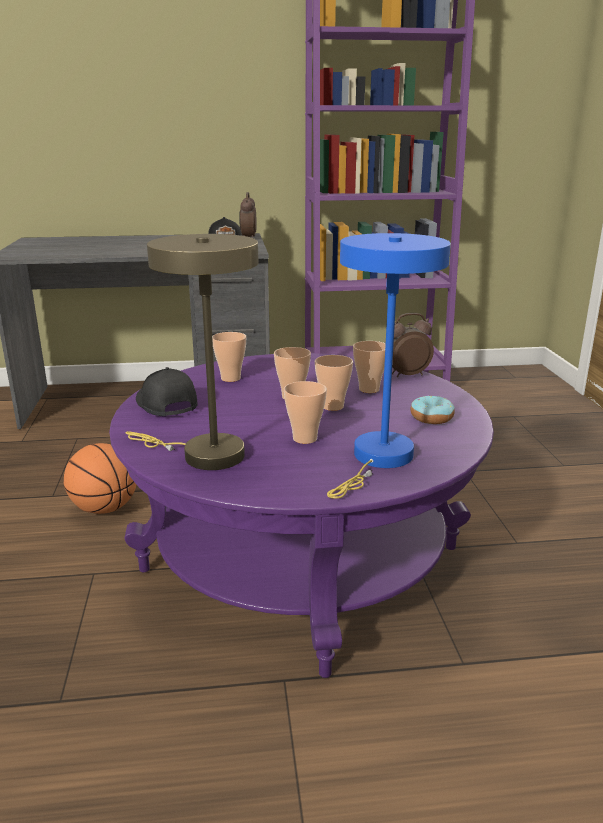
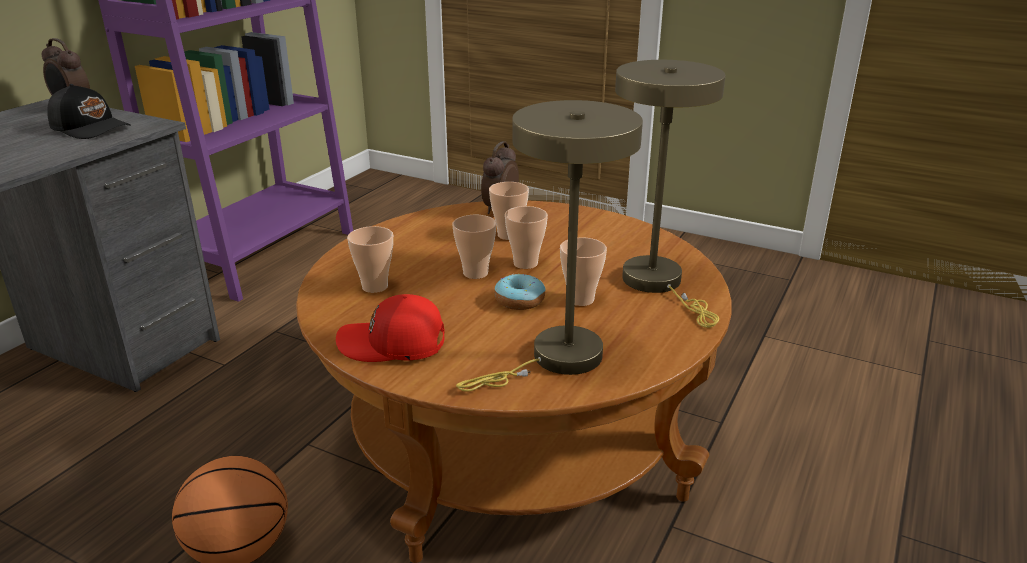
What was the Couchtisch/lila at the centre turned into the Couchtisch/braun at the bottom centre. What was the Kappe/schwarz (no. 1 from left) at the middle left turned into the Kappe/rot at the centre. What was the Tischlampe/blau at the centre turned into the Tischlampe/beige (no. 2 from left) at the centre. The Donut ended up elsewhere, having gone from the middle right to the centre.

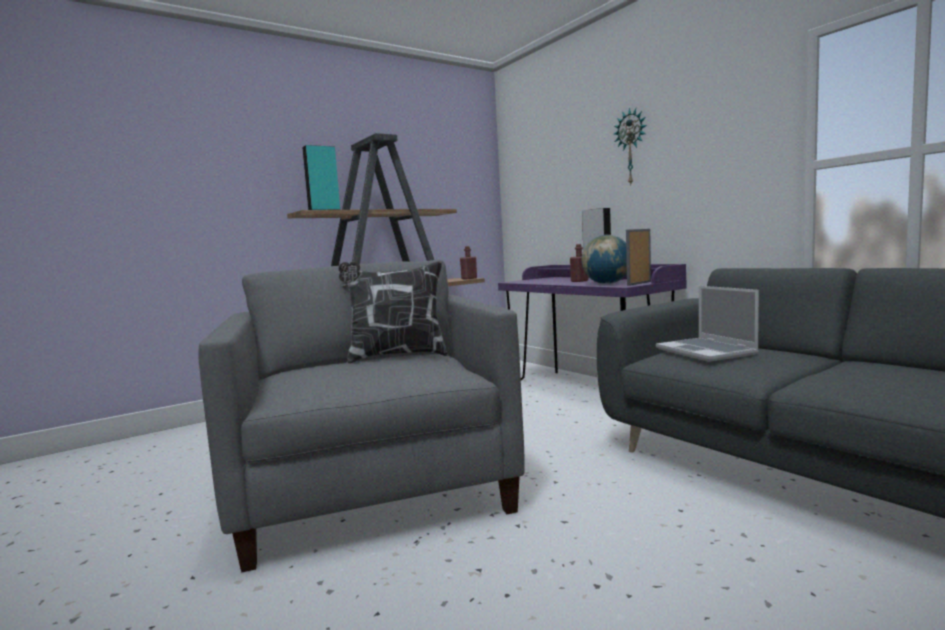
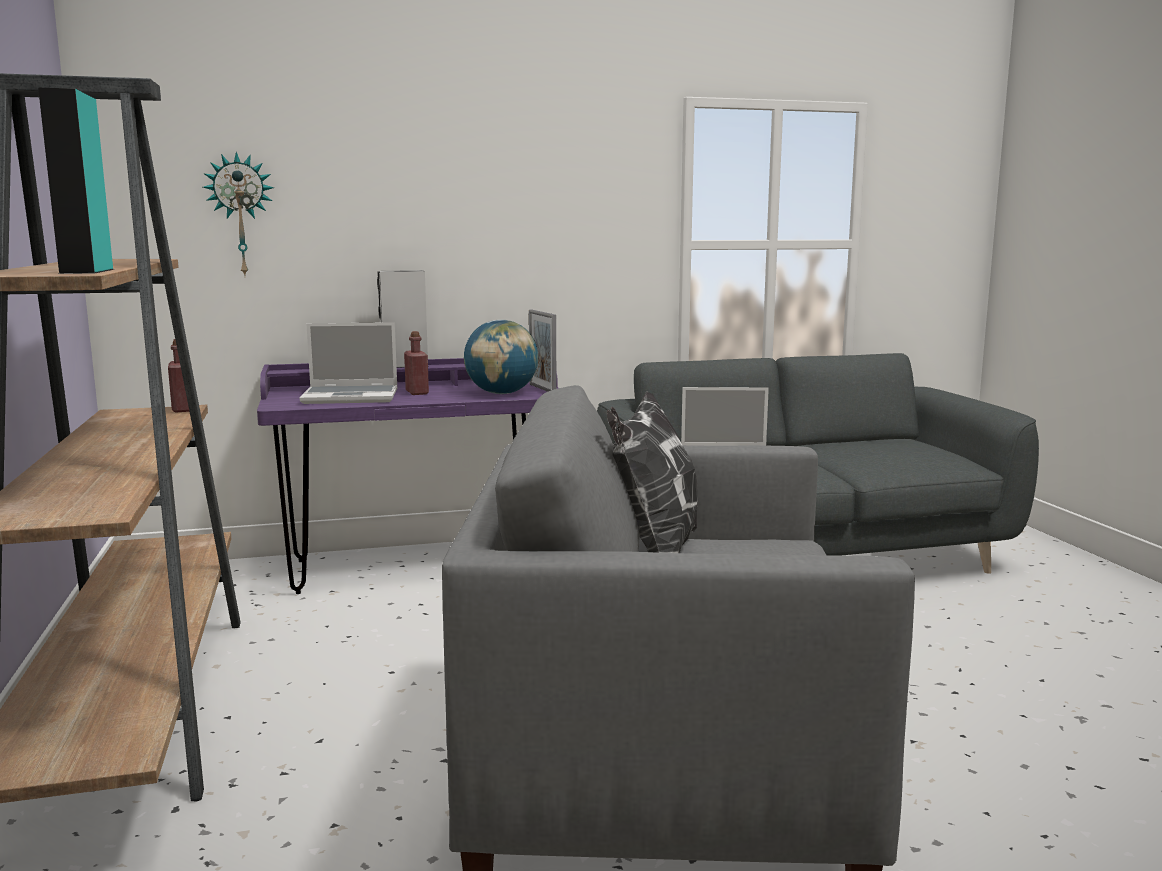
The Wanduhr ended up elsewhere, having gone from the top right to the top left. The second view gained the Laptop (no. 1 from left) at the middle left.

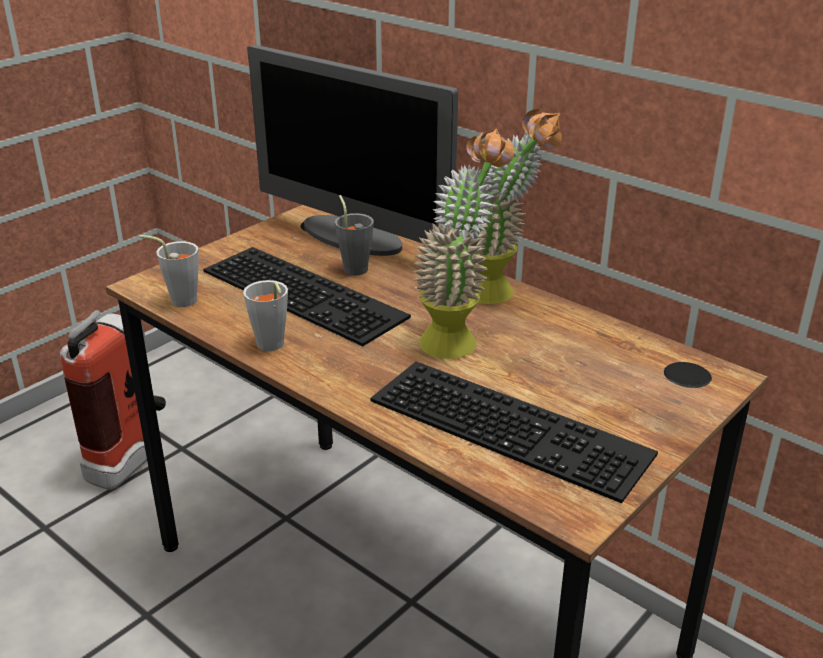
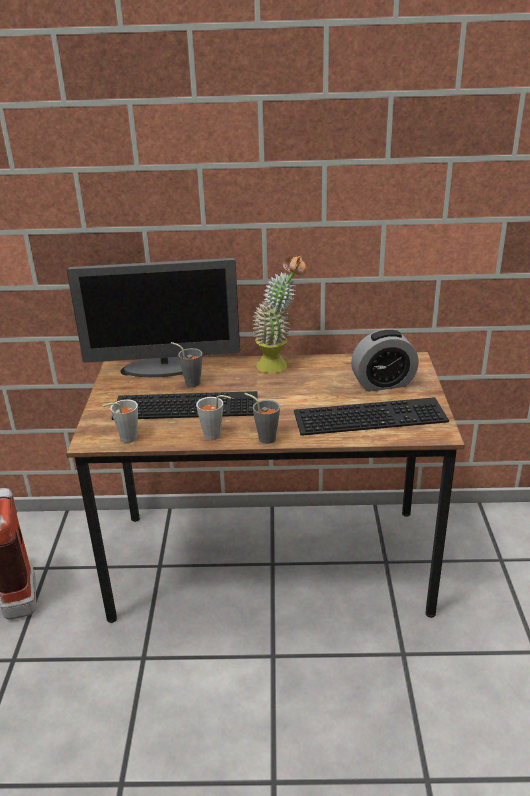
The second view lost the Topfpflanze (no. 1 from left) at the centre. The second view gained the Tasse/grau (no. 4 from left) at the centre. The second view gained the Wecker at the middle right.

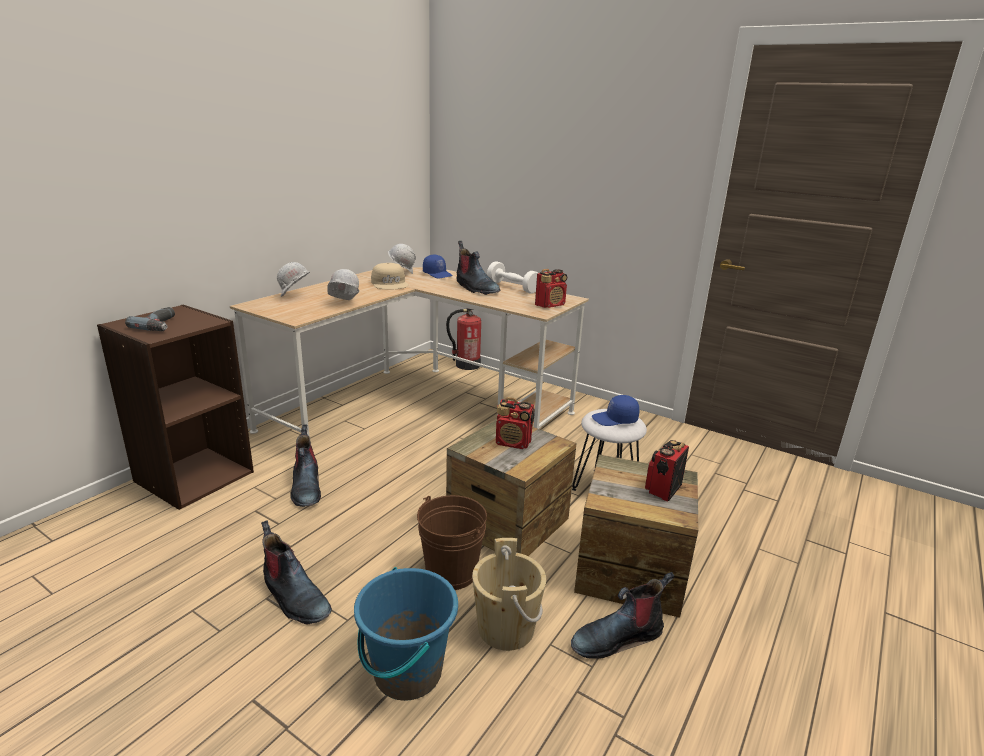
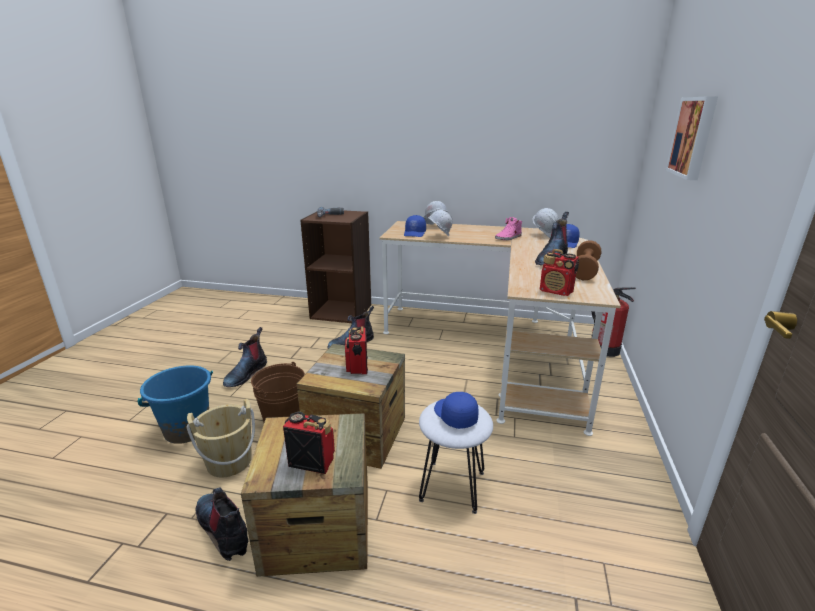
Where the Kappe/beige stood at the centre, the Schuh/rosa came to stand at the centre. What was the Hantel/weiß at the centre turned into the Hantel/braun at the middle right. The second view gained the Kappe/blau (no. 1 from left) at the centre. The second view gained the Bild at the top right.

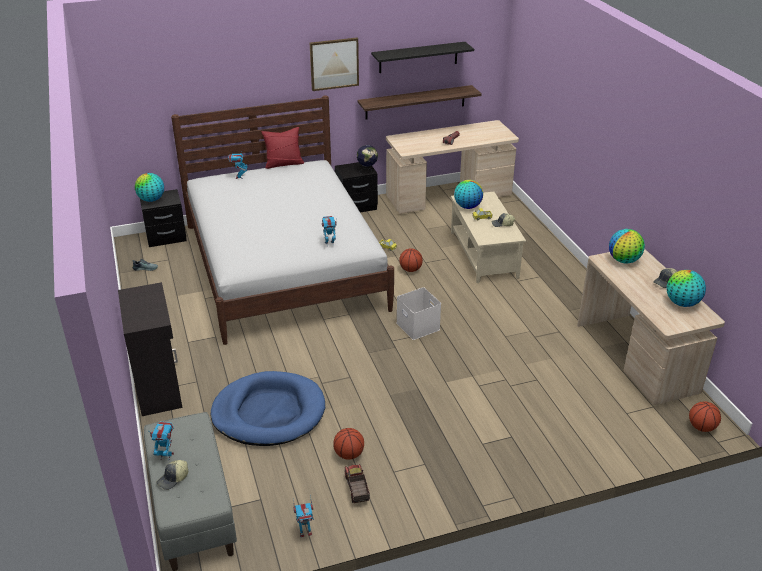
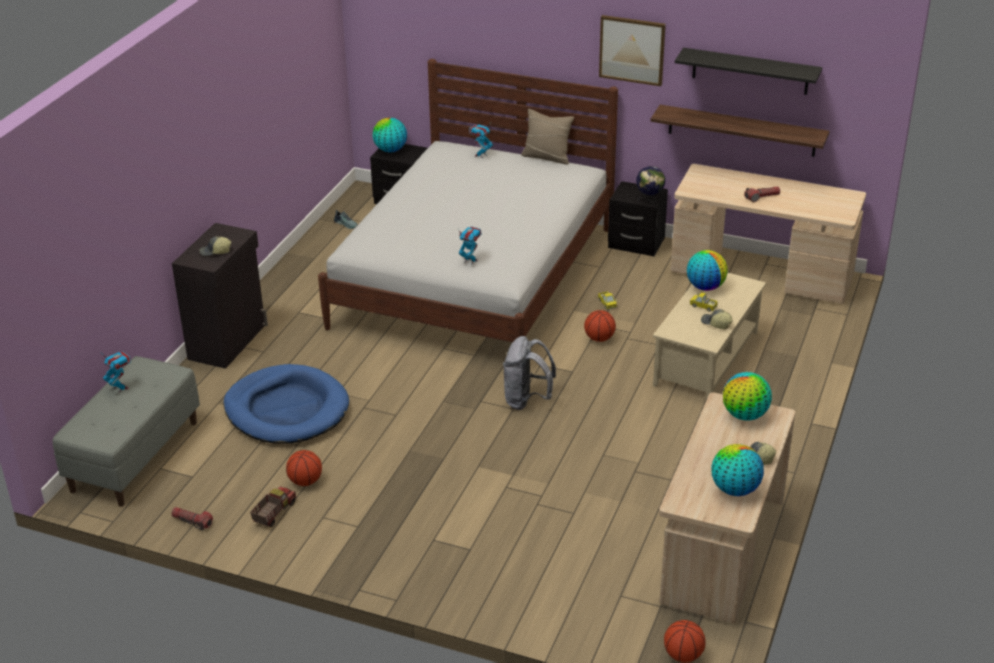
The Kappe (no. 1 from left) ended up elsewhere, having gone from the bottom left to the middle left. What was the Kissen/rot at the top centre turned into the Kissen/beige at the top centre. Where the Spielzeugroboter (no. 3 from left) stood at the bottom centre, the Taschenlampe (no. 1 from left) came to stand at the bottom left. Where the Aufbewahrungsbox/weiß stood at the centre, the Rucksack/grau came to stand at the centre.

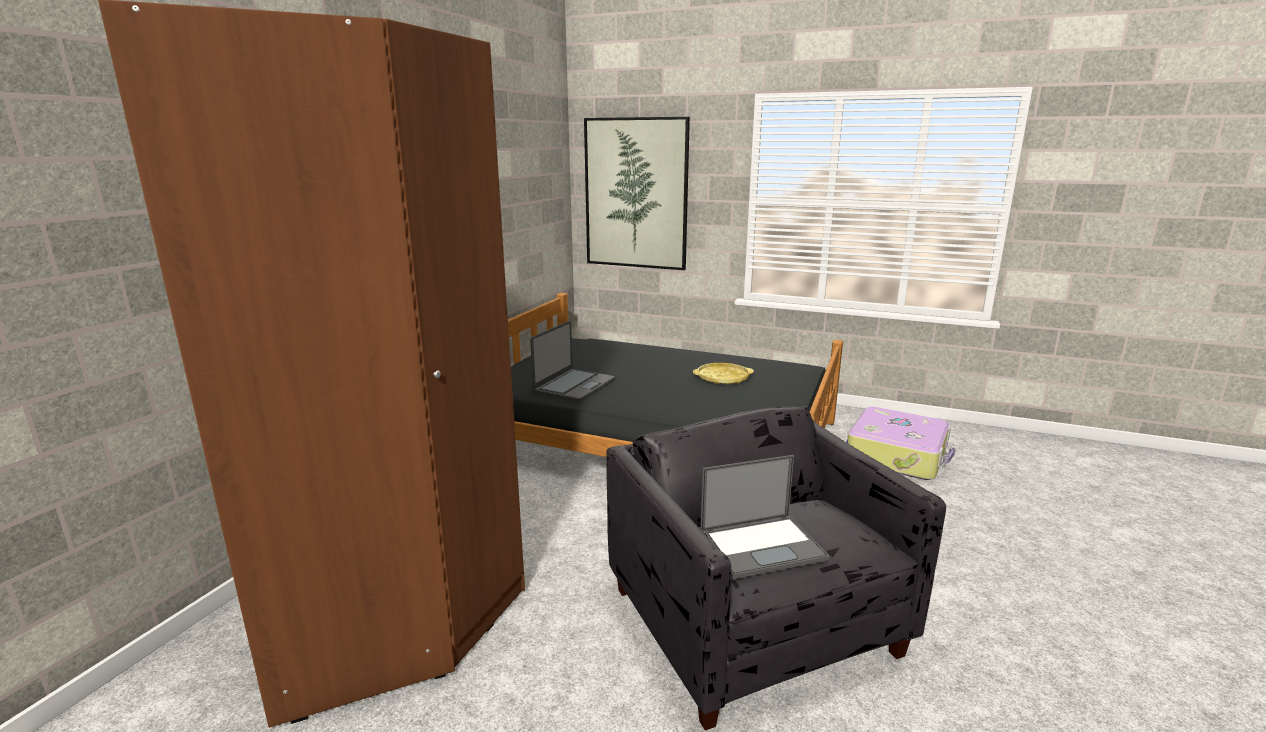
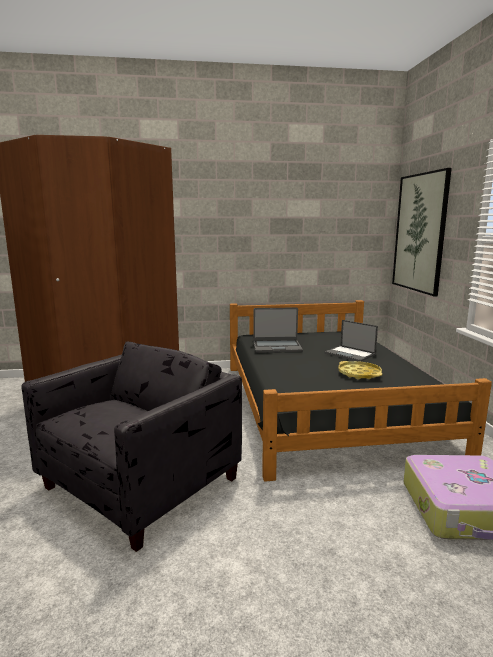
The Laptop (no. 2 from left) ended up elsewhere, having gone from the bottom centre to the middle right.

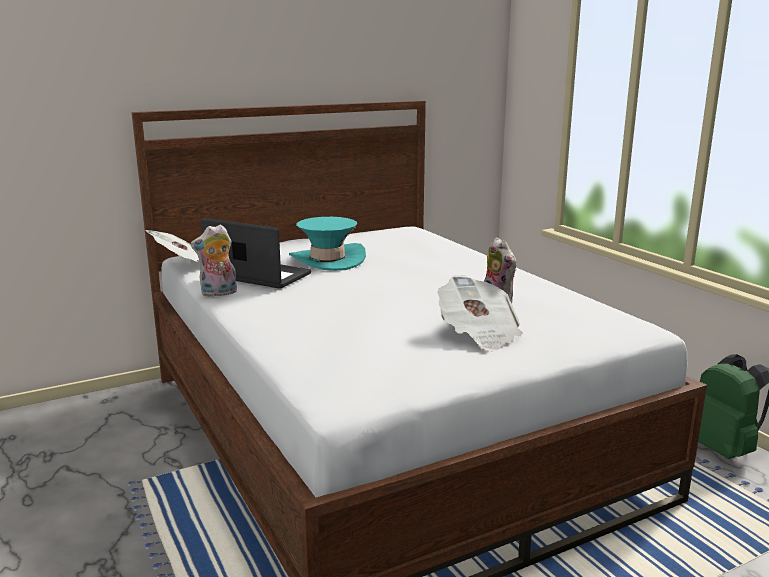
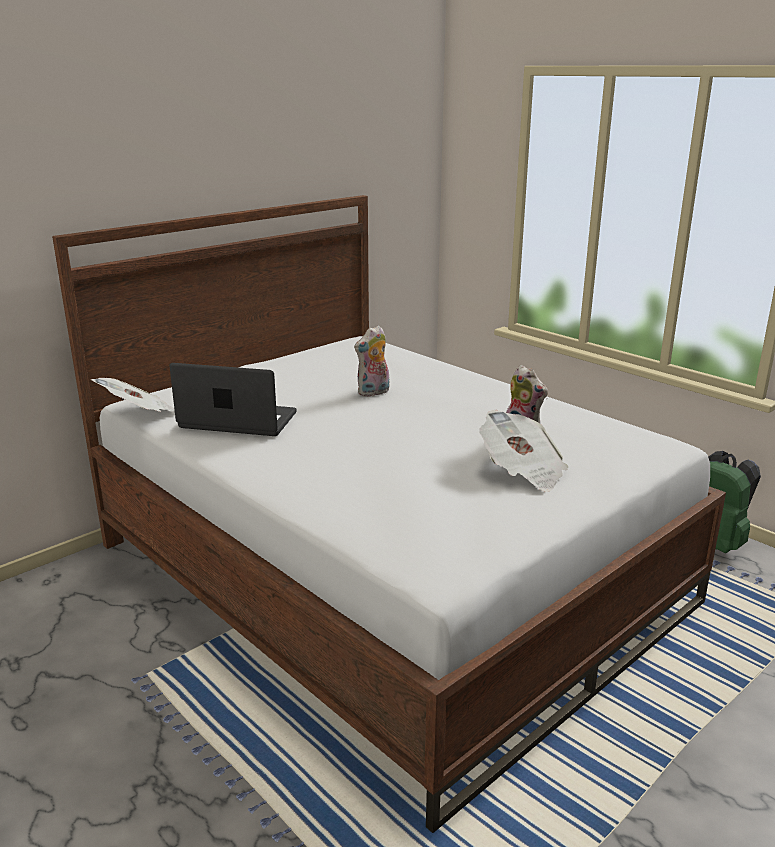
The Plüschtier (no. 1 from left) ended up elsewhere, having gone from the middle left to the centre. The second view lost the Hut/türkis at the centre.

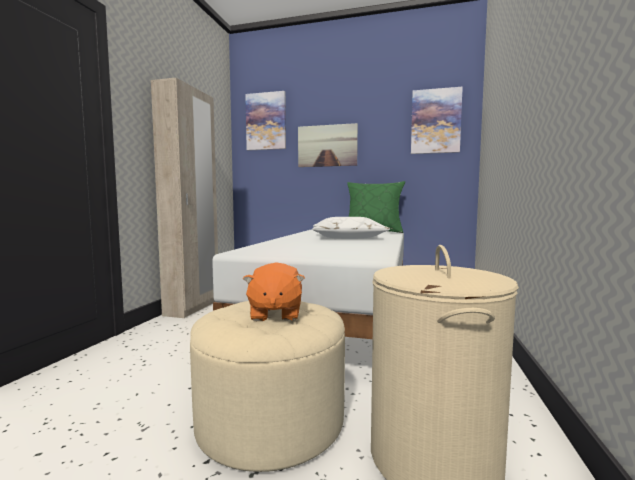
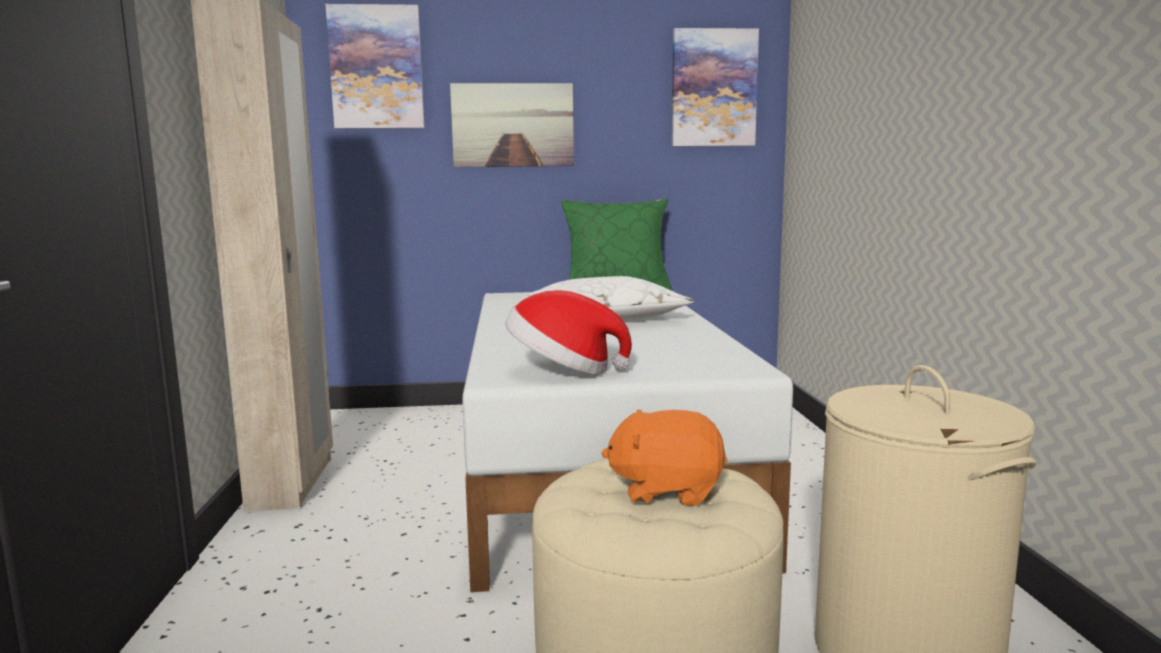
The Plüschtier/orange at the centre ended up facing another way, 120 degrees clockwise from before. The second view gained the Hut at the centre.

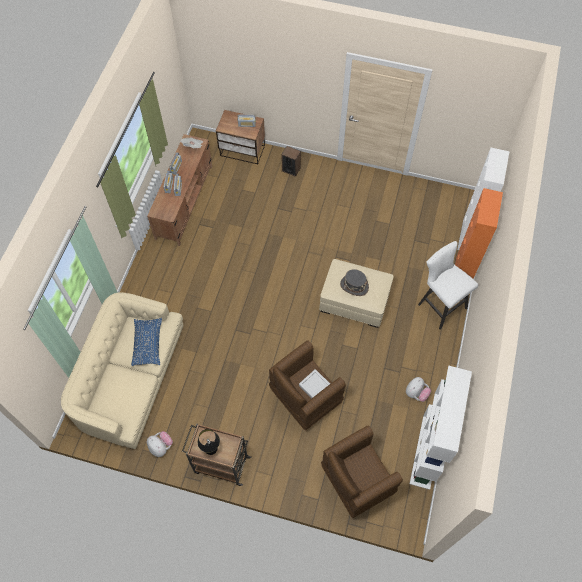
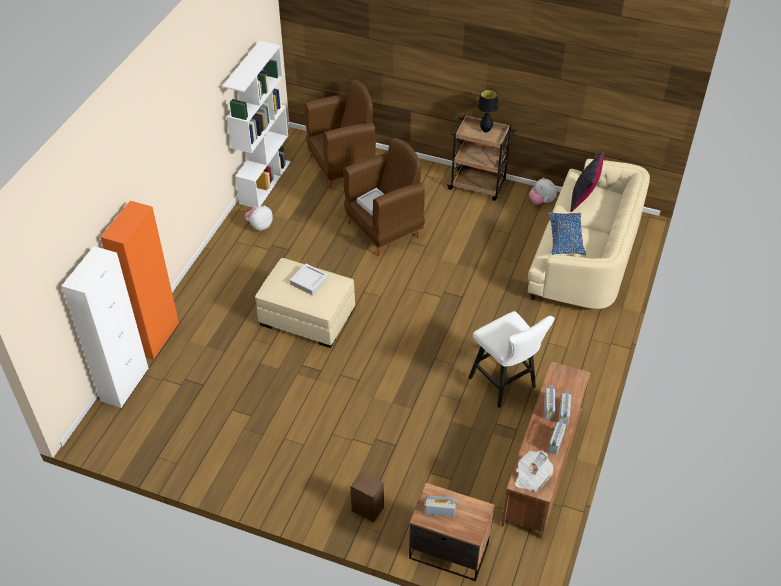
Where the Hut/grau stood at the centre, the Tablett/grau (no. 1 from left) came to stand at the centre. The Hocker/weiß ended up elsewhere, having gone from the middle right to the centre. The second view gained the Kissen/schwarz at the top right.

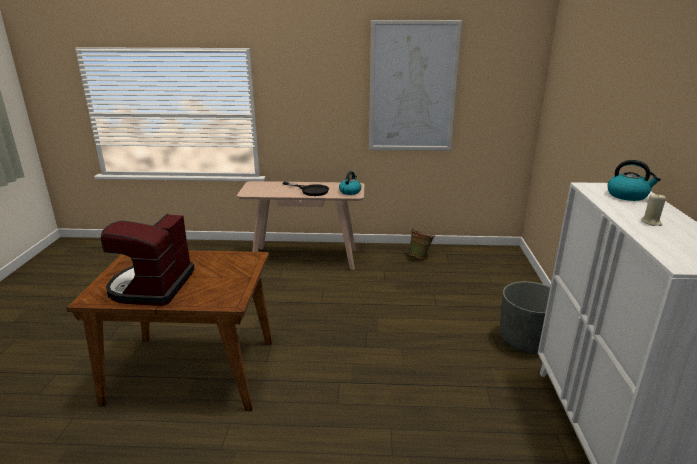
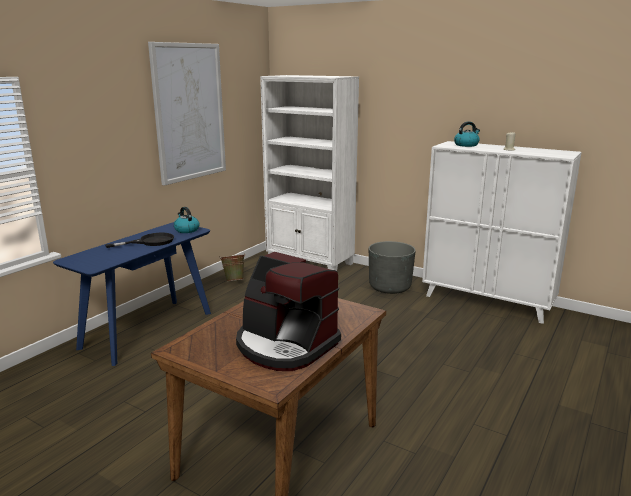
What was the Konsolentisch/beige at the centre turned into the Konsolentisch/blau at the middle left. The second view gained the Bücherregal/weiß at the centre.

